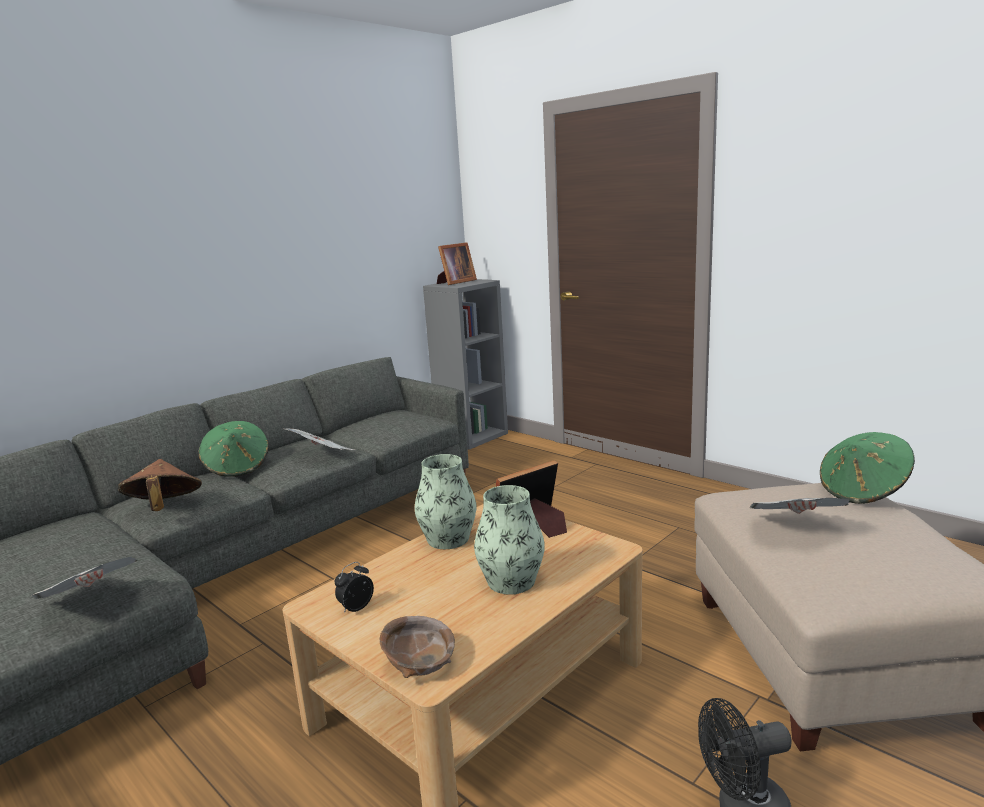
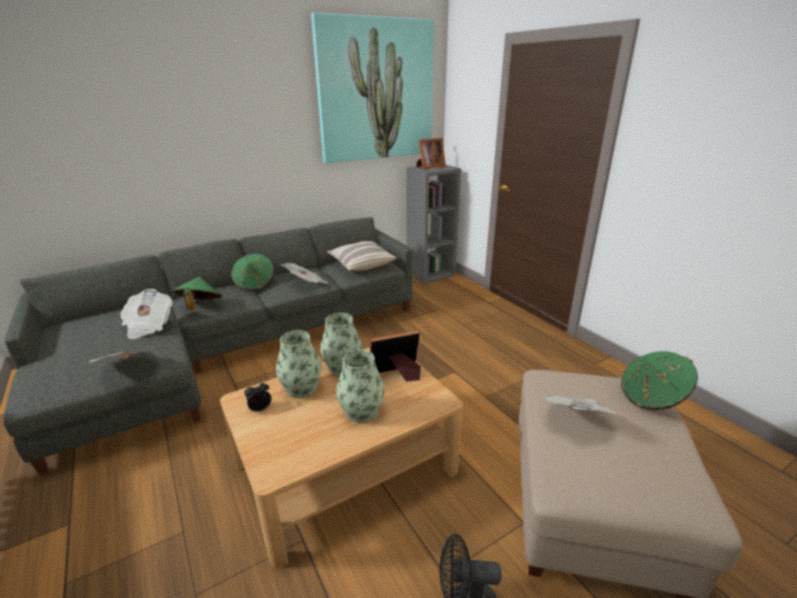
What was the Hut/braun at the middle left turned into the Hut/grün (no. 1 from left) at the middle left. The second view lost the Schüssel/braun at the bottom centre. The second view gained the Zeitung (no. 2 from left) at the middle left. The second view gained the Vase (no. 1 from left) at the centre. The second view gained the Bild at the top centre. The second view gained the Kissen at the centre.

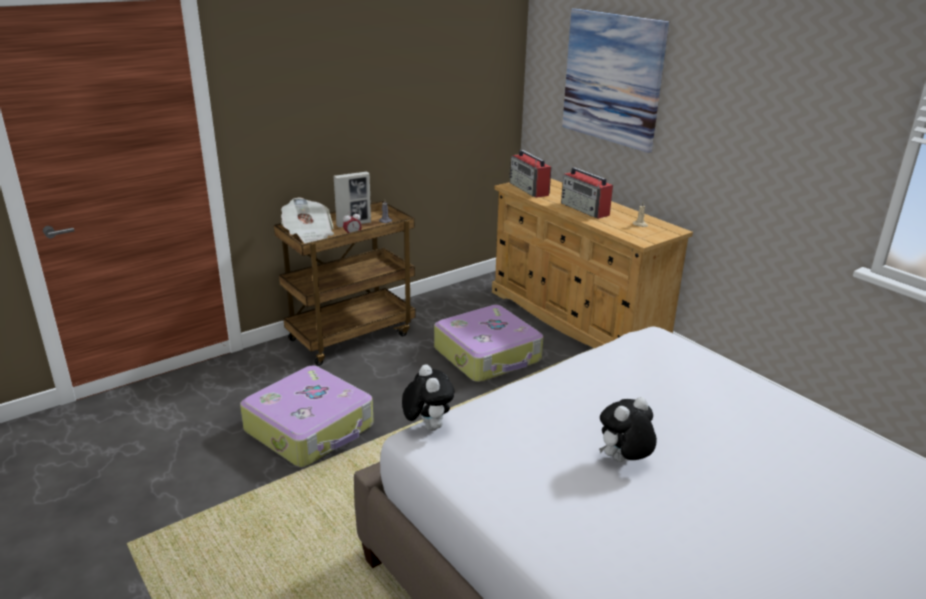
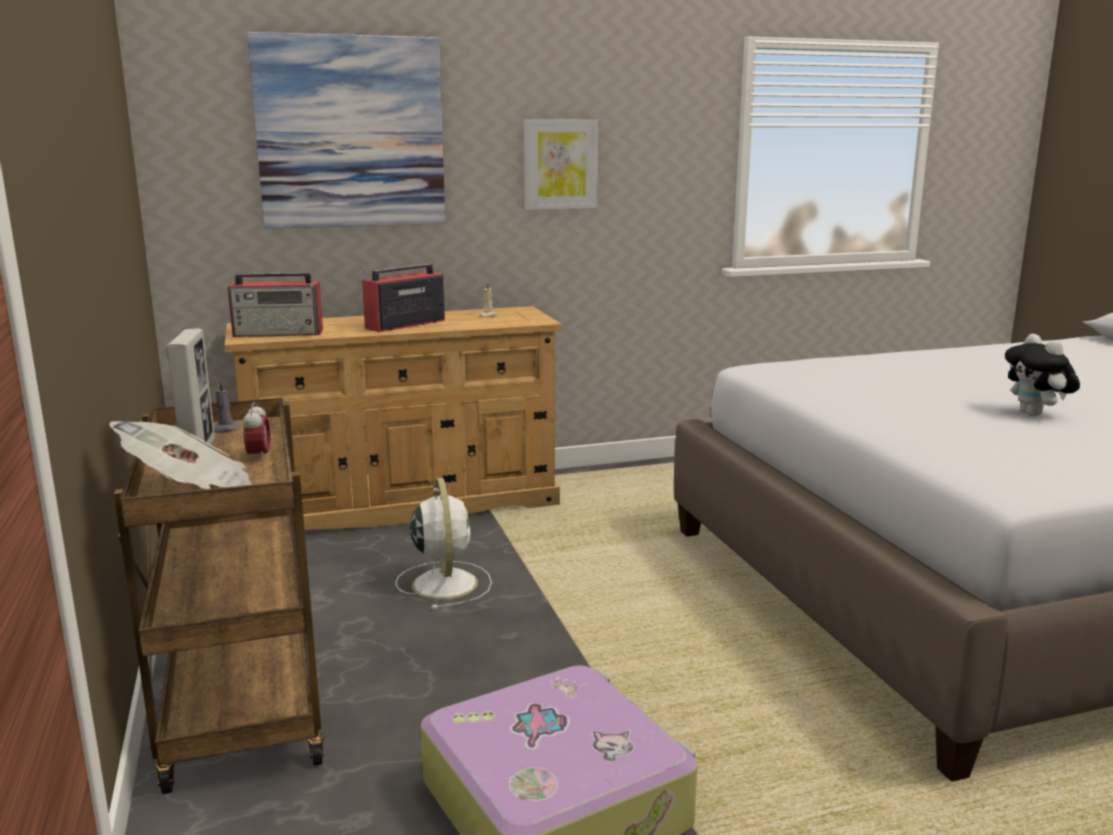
The second view lost the Plüschtier (no. 1 from left) at the centre. Where the Koffer (no. 2 from left) stood at the centre, the Ventilator/weiß came to stand at the centre. The Radio (no. 2 from left) at the top centre ended up facing another way, 150 degrees clockwise from before. The second view gained the Bild (no. 2 from left) at the top centre.

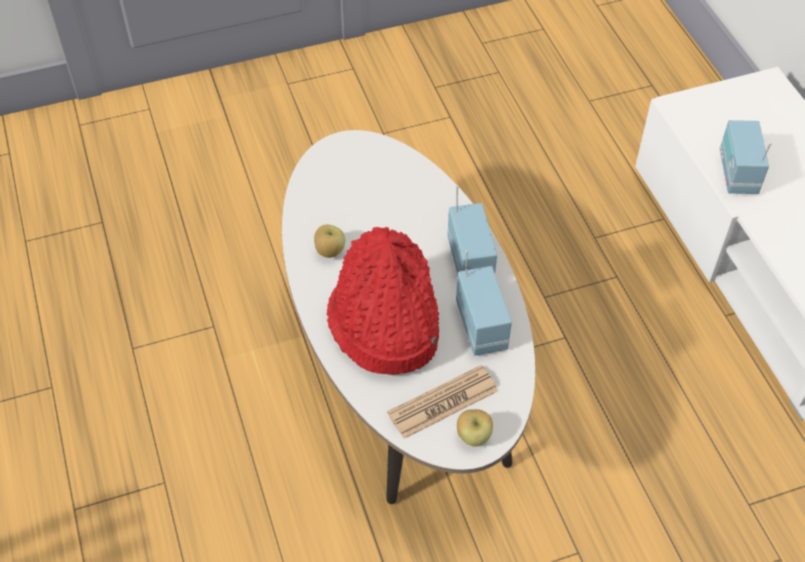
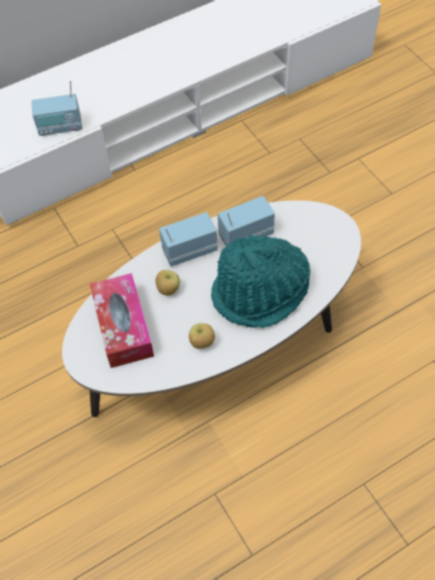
What was the Hut/rot at the centre turned into the Hut/türkis at the centre. The second view lost the Zeitung at the bottom centre. The Apfel (no. 2 from left in the first image) ended up elsewhere, having gone from the bottom centre to the centre. The second view gained the Taschentuchbox at the middle left.

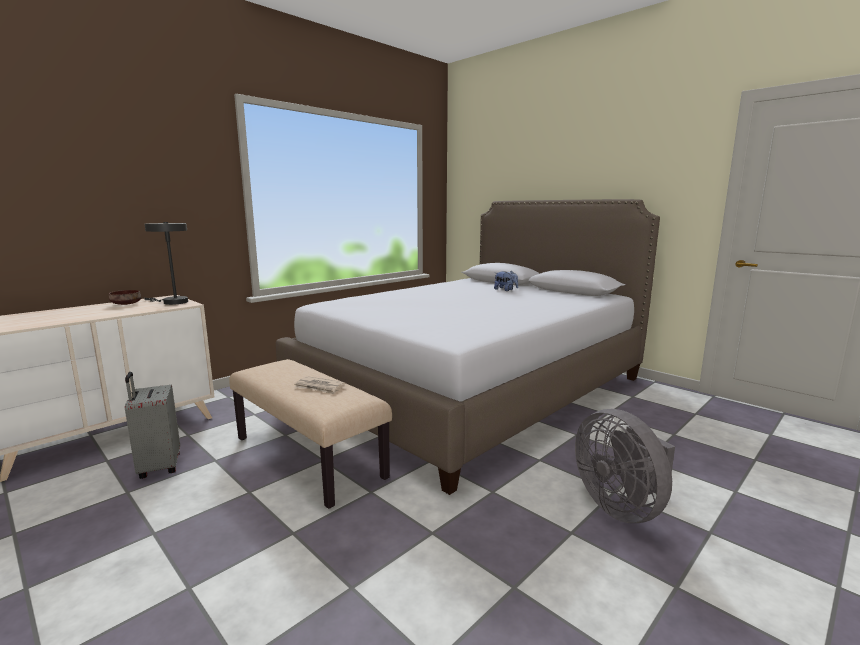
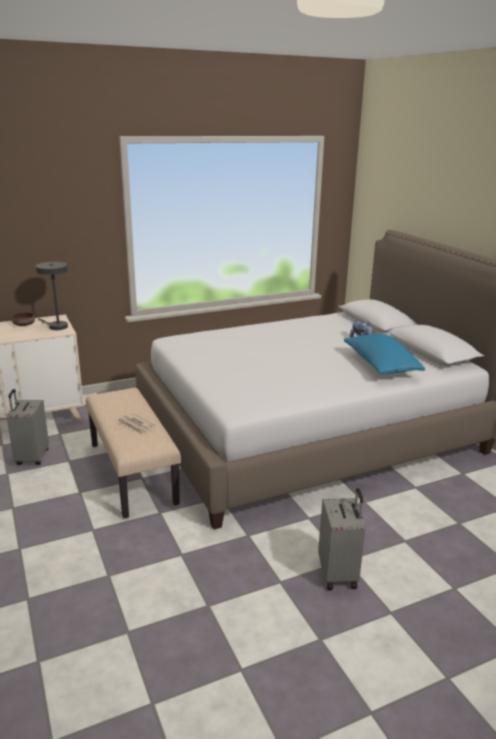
Where the Ventilator/grau stood at the bottom right, the Koffer/grau (no. 2 from left) came to stand at the bottom right. The second view gained the Kissen/blau at the middle right.

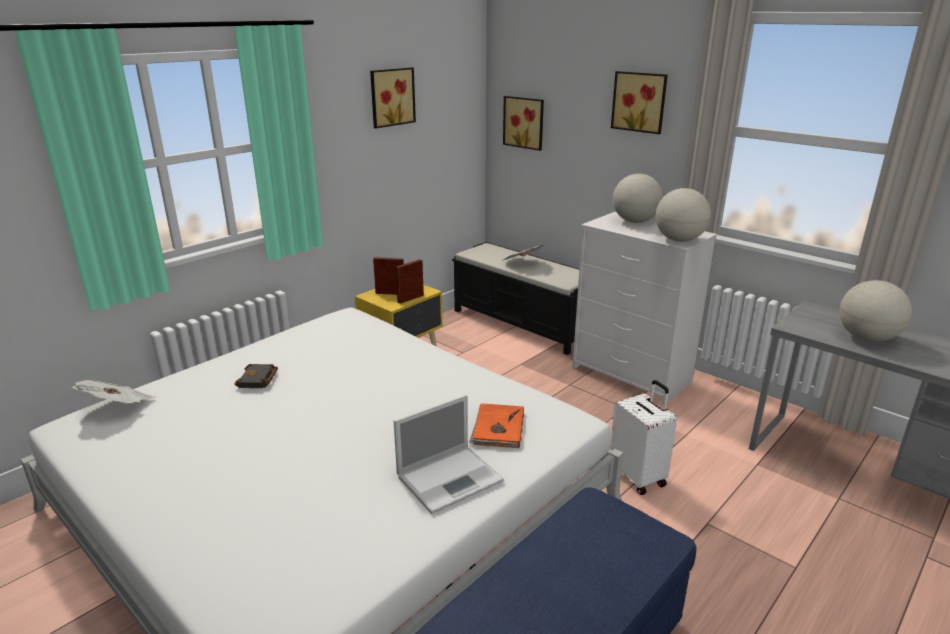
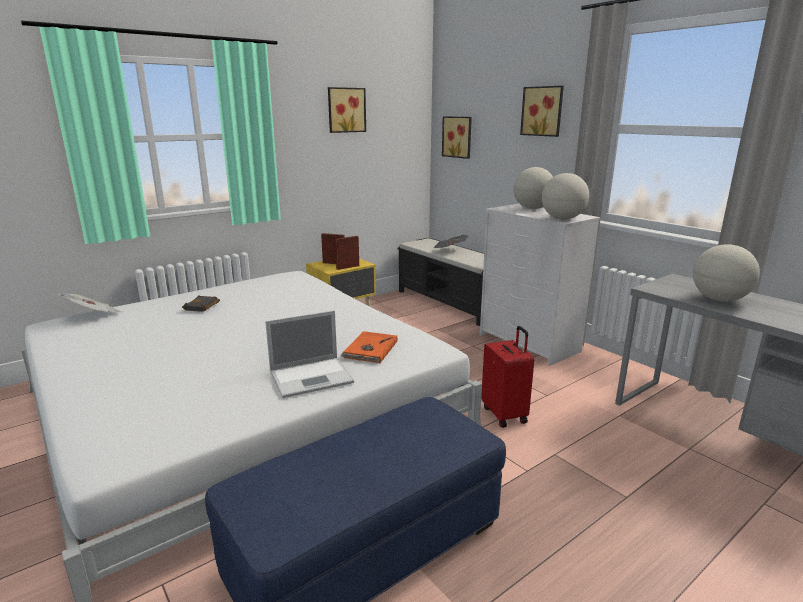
What was the Koffer/weiß at the bottom right turned into the Koffer/rot at the centre.

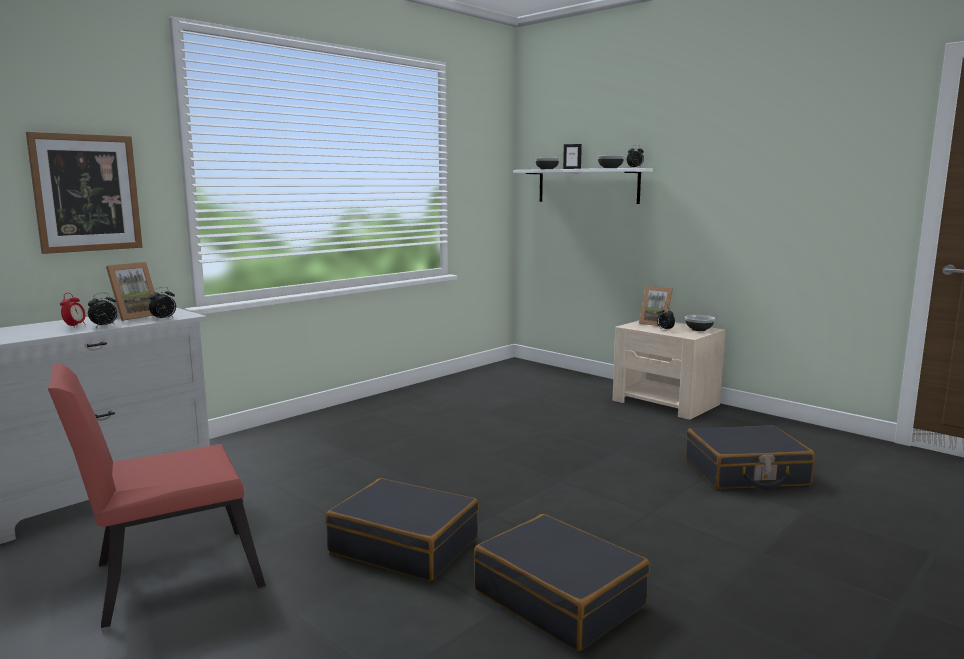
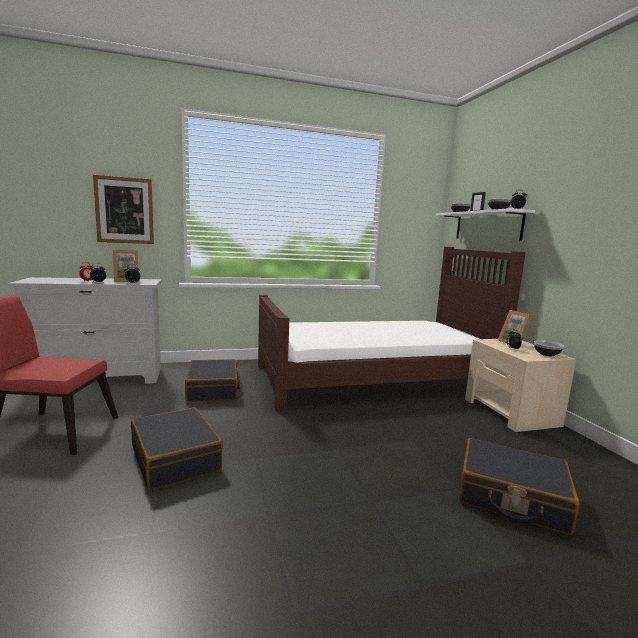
The Koffer/schwarz (no. 2 from left) ended up elsewhere, having gone from the bottom centre to the middle left. The second view gained the Bett/braun at the centre.

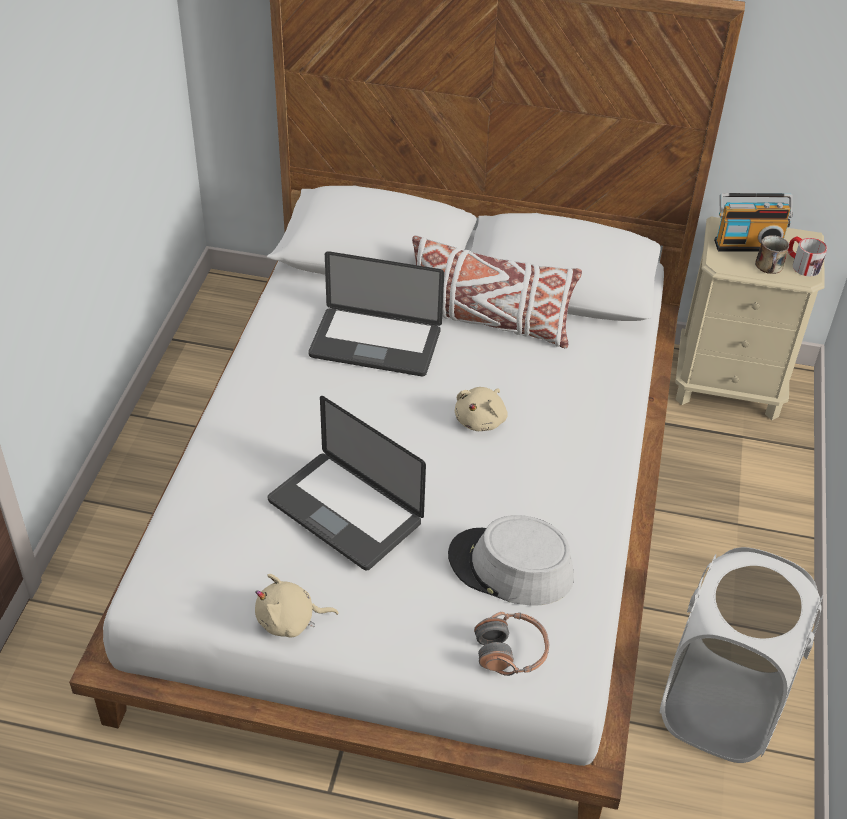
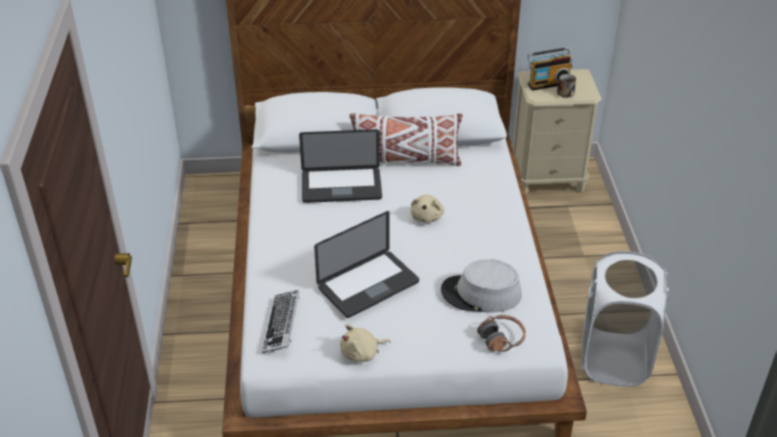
The Laptop (no. 1 from left in the first image) at the centre ended up facing another way, 60 degrees counterclockwise from before. The second view lost the Henkelbecher (no. 2 from left) at the top right. The second view gained the Tastatur at the bottom centre.

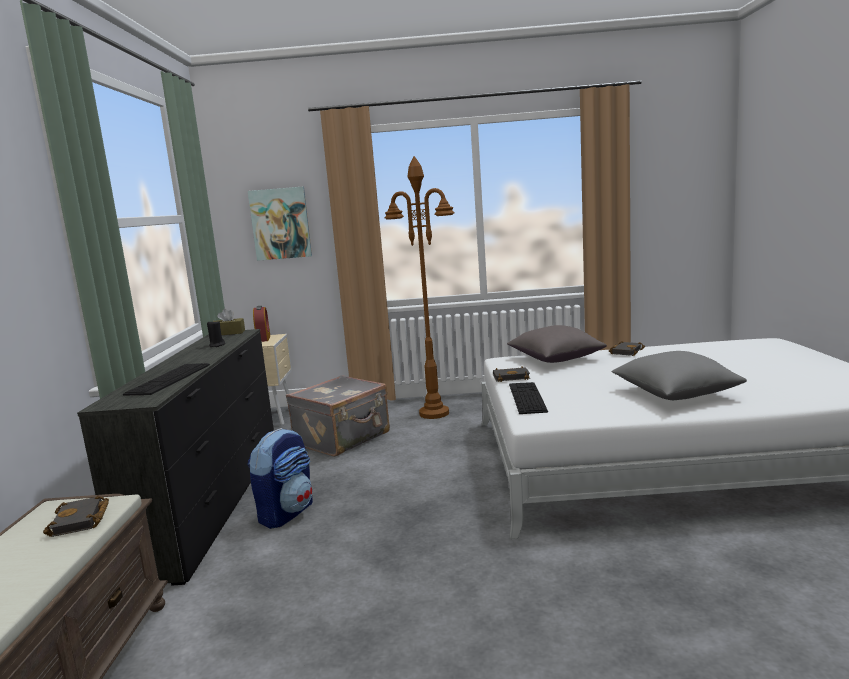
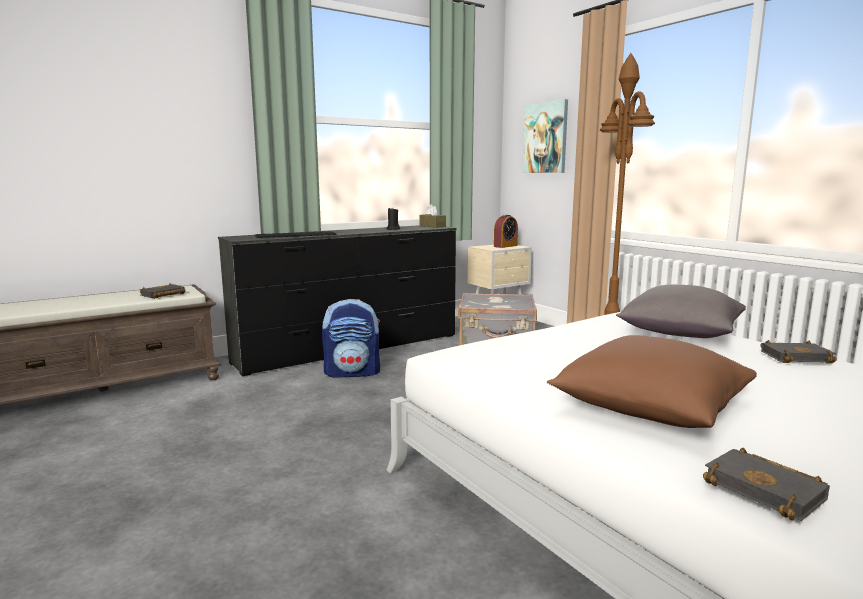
The Buch/schwarz (no. 2 from left) ended up elsewhere, having gone from the centre to the bottom right. The second view lost the Tastatur (no. 2 from left) at the centre. What was the Kissen/grau (no. 2 from left) at the middle right turned into the Kissen/braun at the middle right.

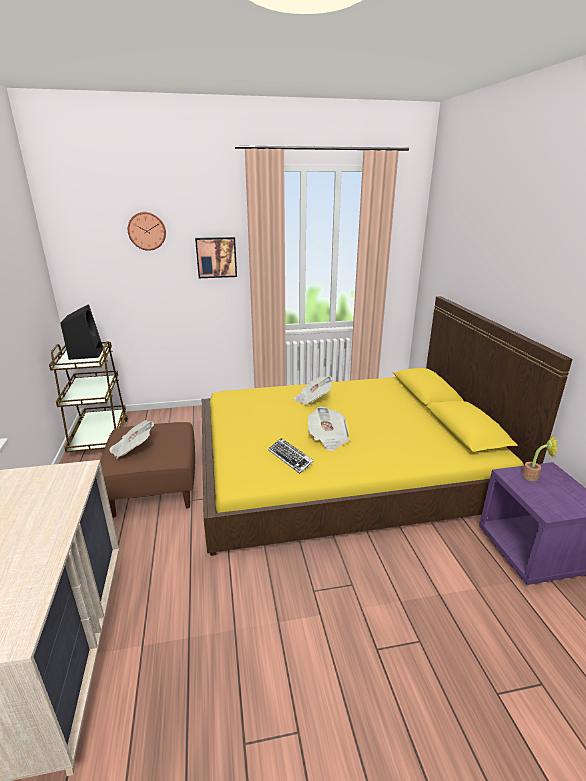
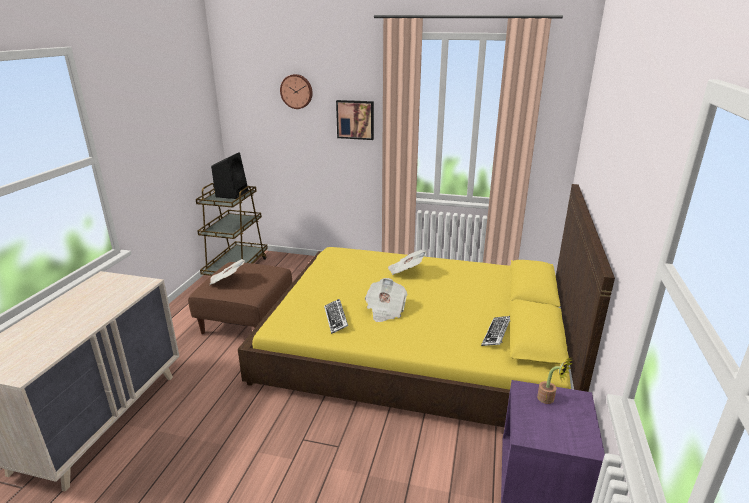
The second view gained the Tastatur (no. 2 from left) at the centre.

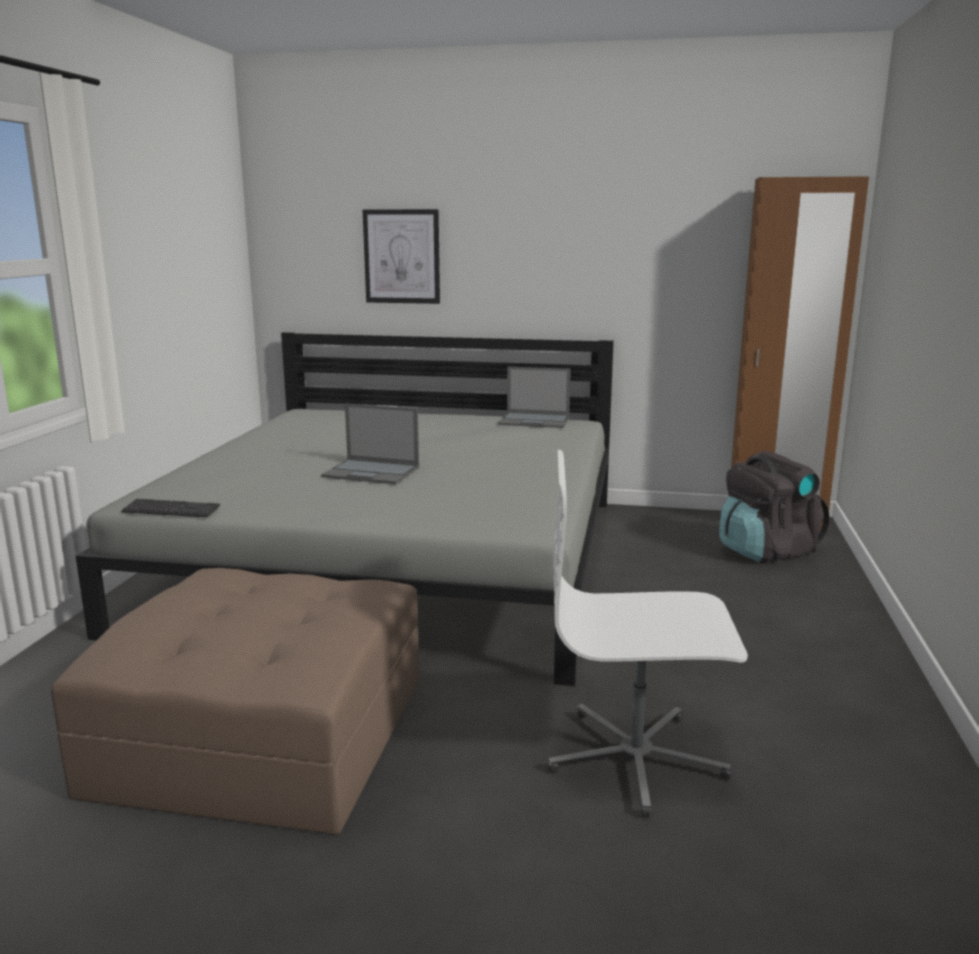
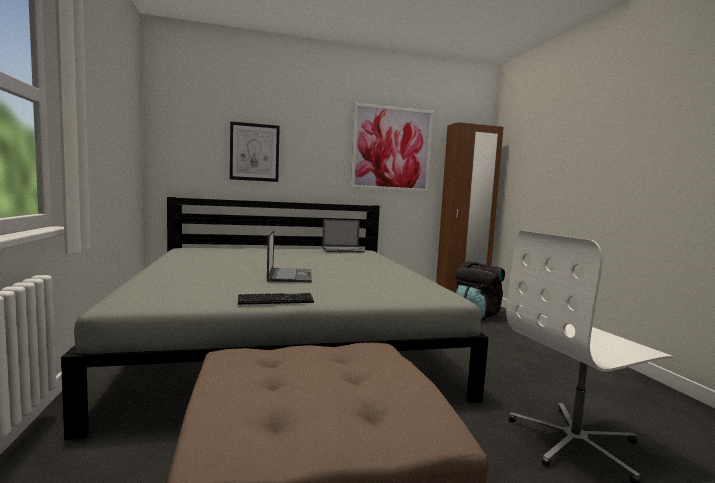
The Tastatur ended up elsewhere, having gone from the middle left to the centre. The Laptop (no. 1 from left) at the centre ended up facing another way, 90 degrees counterclockwise from before. The second view gained the Bild (no. 2 from left) at the top centre.

